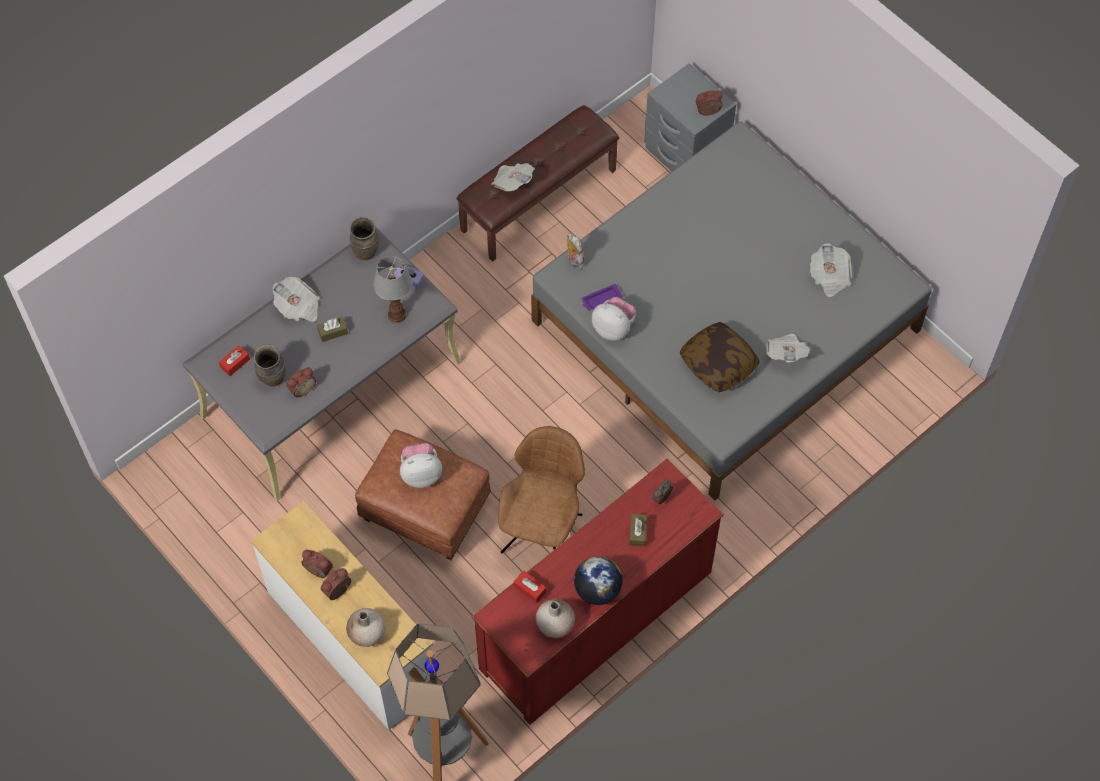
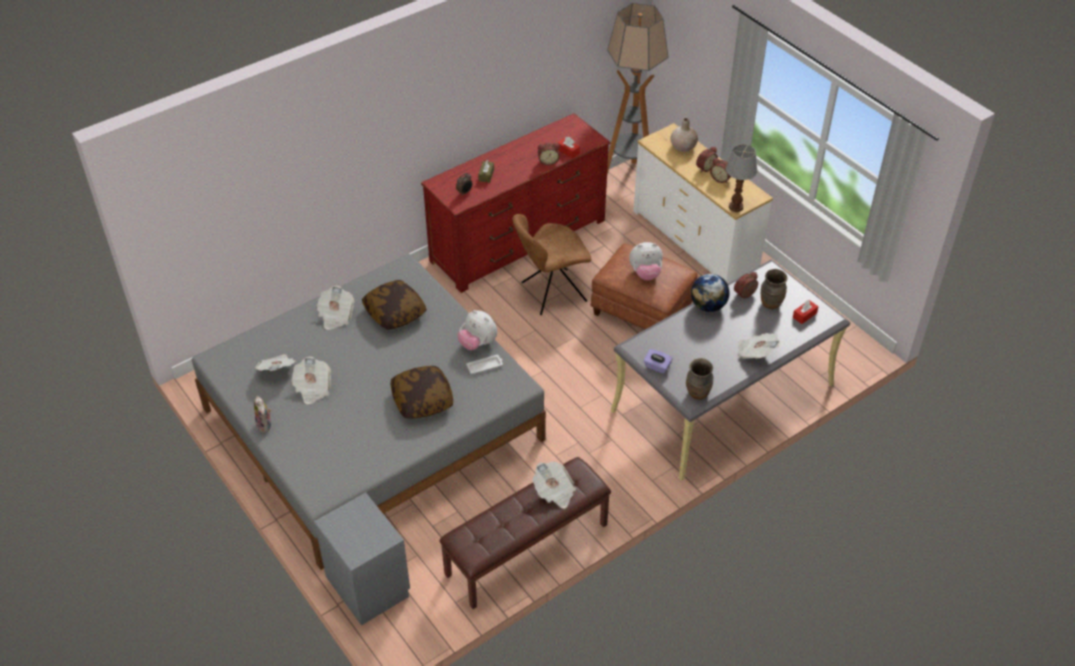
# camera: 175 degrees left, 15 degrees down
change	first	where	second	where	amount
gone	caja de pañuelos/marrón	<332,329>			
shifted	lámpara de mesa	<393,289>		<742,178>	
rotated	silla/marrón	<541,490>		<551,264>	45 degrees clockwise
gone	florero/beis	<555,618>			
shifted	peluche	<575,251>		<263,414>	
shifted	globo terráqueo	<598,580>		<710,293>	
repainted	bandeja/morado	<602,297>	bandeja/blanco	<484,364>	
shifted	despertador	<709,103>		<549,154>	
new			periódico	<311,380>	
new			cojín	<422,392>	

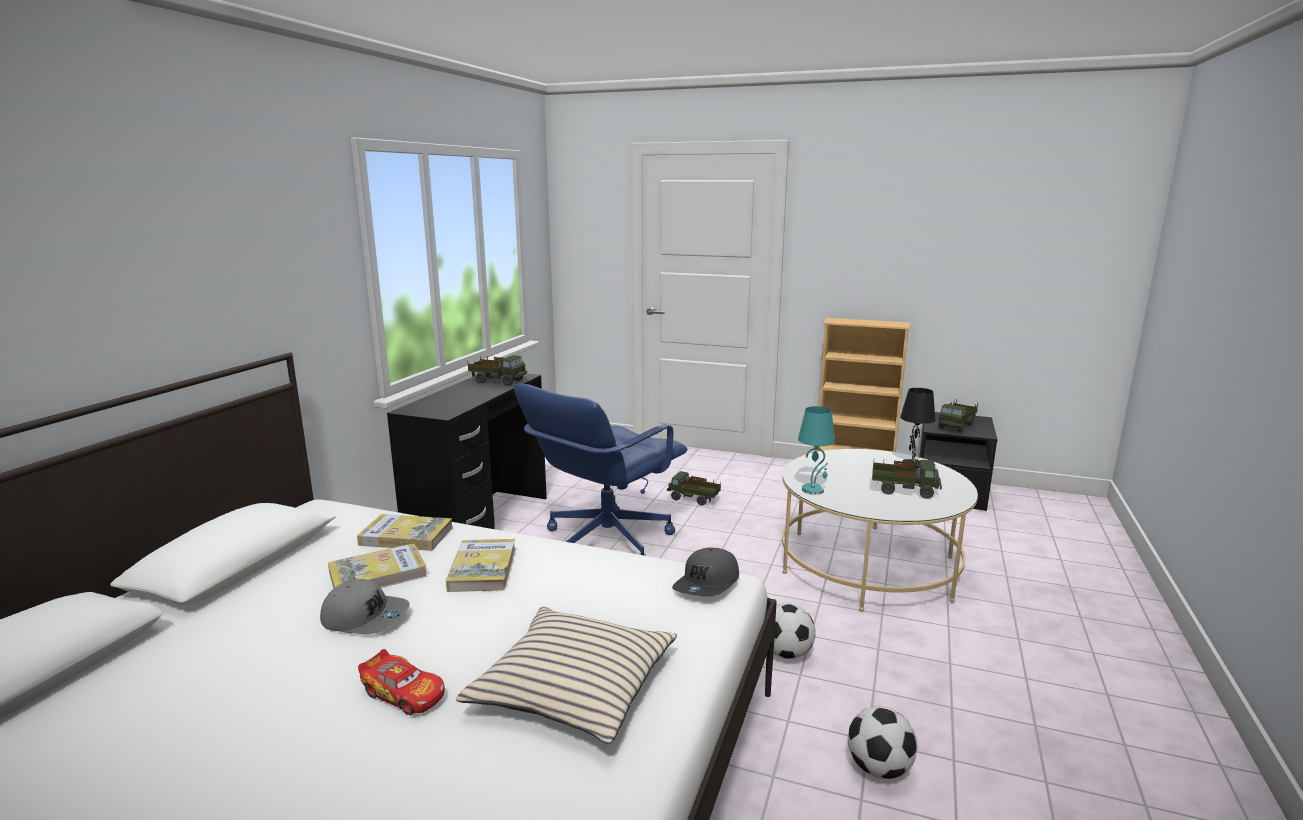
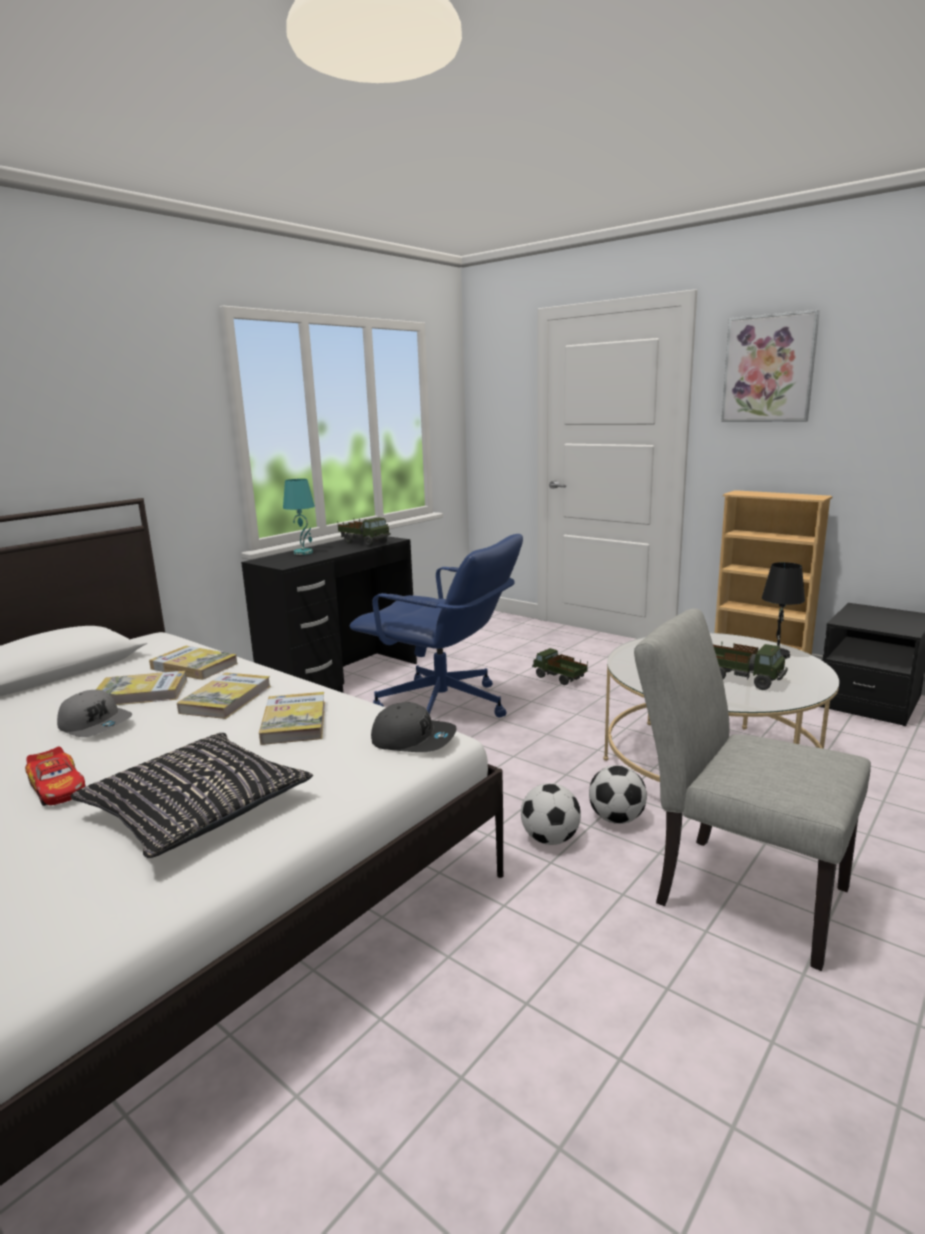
# camera: 20 degrees right, 0 degrees up
change	first	where	second	where	amount
repainted	cojín/beis	<566,675>	cojín/negro	<191,795>	
rotated	silla de oficina/azul	<600,469>		<436,625>	120 degrees counterclockwise
rotated	gorra/gris	<705,572>		<414,727>	120 degrees counterclockwise
shifted	lámpara de mesa/turquesa	<816,450>		<299,517>	
shifted	balón de fútbol	<882,742>		<618,794>	
gone	camión de juguete	<958,415>			
new			libro	<292,718>	
new			silla/gris	<752,790>	
new			cuadro	<770,366>	

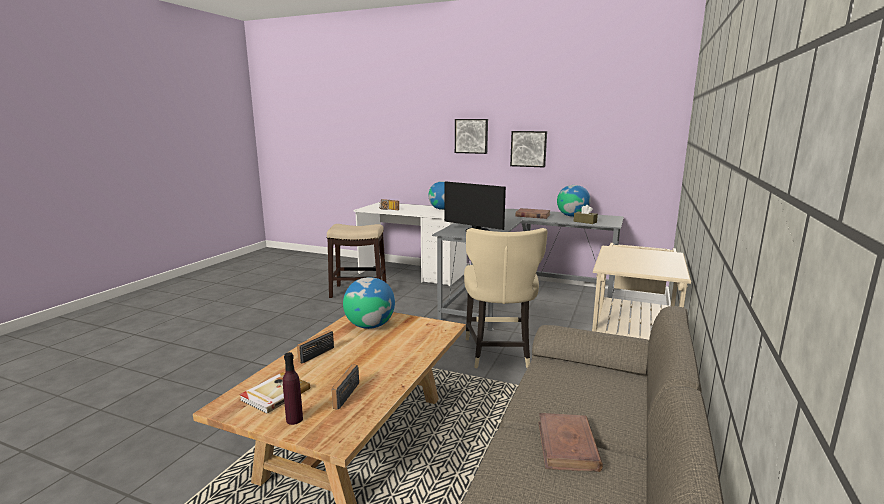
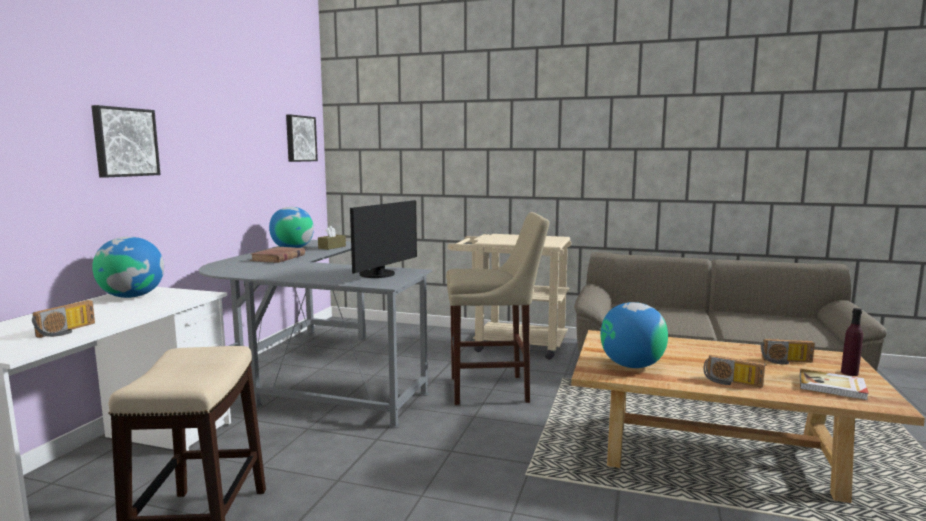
# camera: 95 degrees left, 5 degrees down
change	first	where	second	where	amount
swapped	silla/beis	<505,298>	taburete/beis	<497,308>	
shifted	cuadro	<528,149>		<302,138>	
gone	libro/marrón	<570,442>			

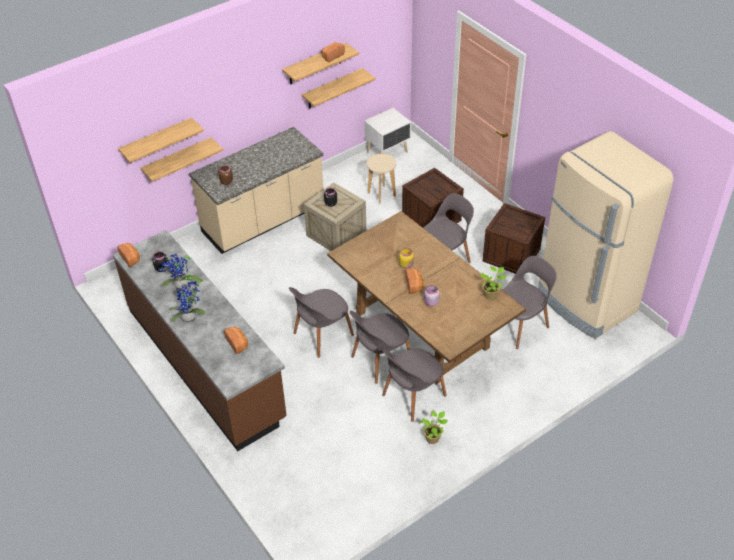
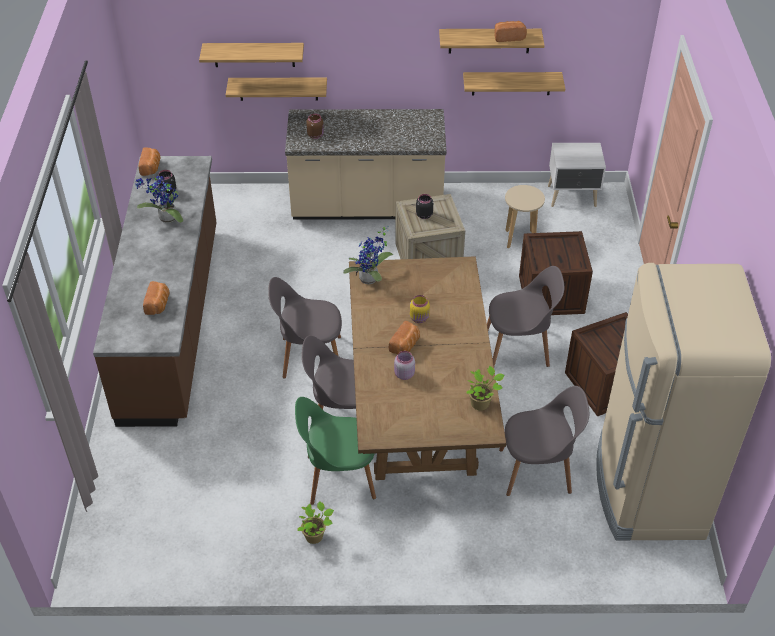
# camera: 35 degrees right, 0 degrees up
change	first	where	second	where	amount
shifted	planta en maceta	<187,296>		<368,255>	
repainted	silla/gris	<414,385>	silla/verde	<335,451>	

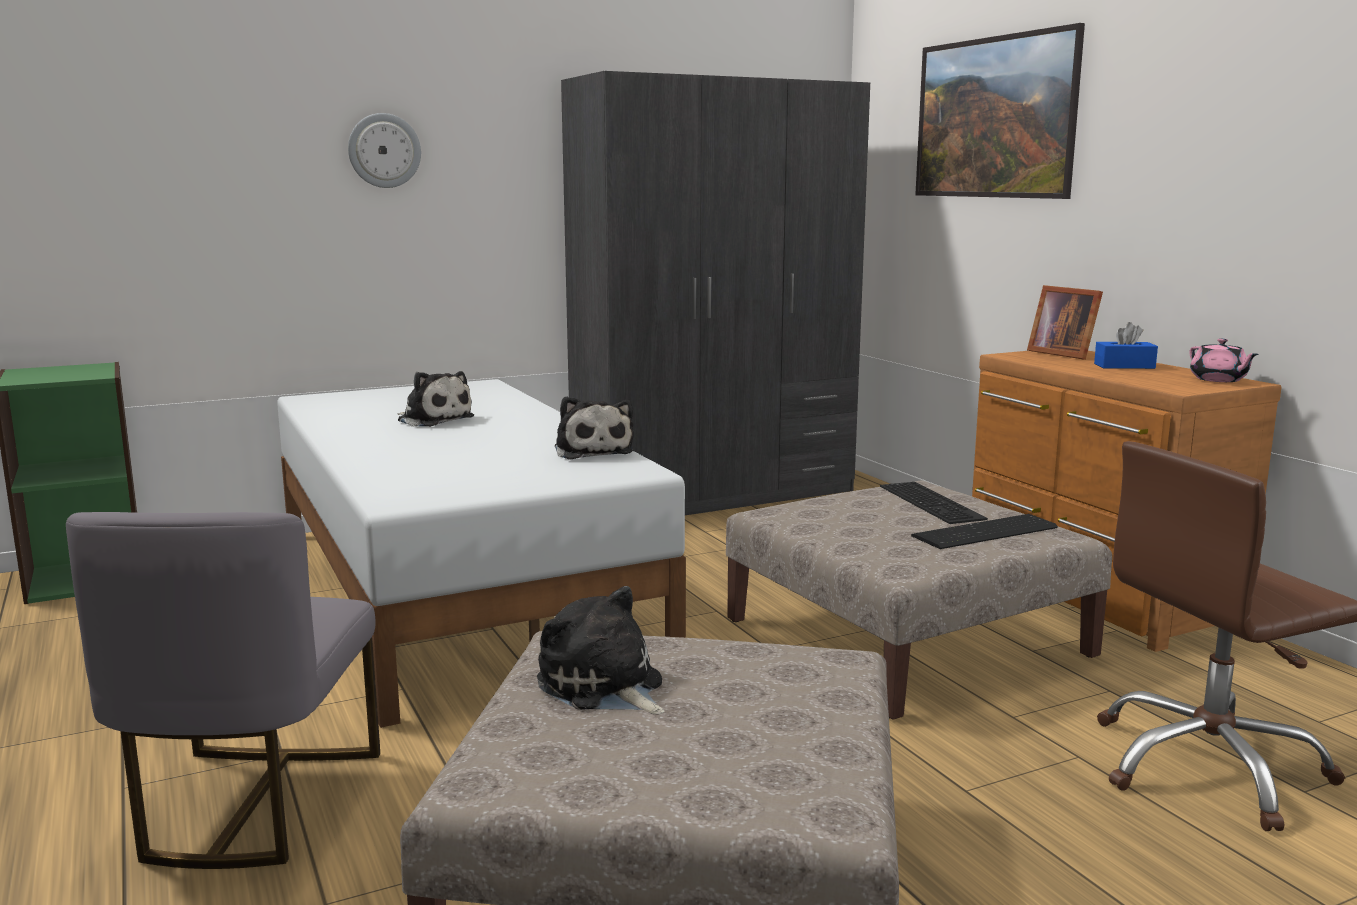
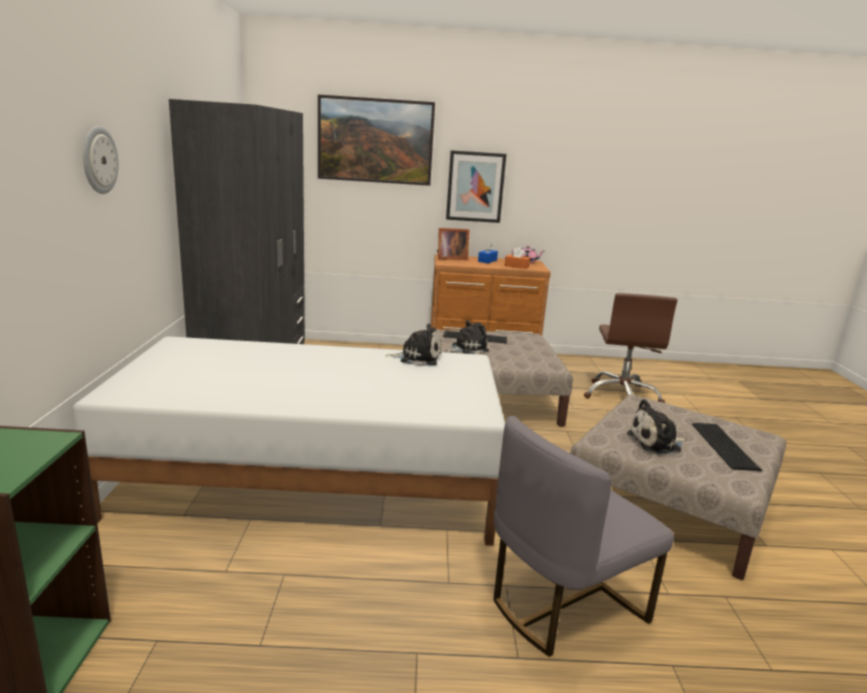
# camera: 65 degrees left, 5 degrees up
change	first	where	second	where	amount
rotated	silla/gris	<223,690>		<584,536>	120 degrees clockwise
shifted	peluche	<435,399>		<467,337>	
shifted	teclado	<984,531>		<727,447>	
new			cuadro	<476,186>	
new			caja de pañuelos/naranja	<517,258>	

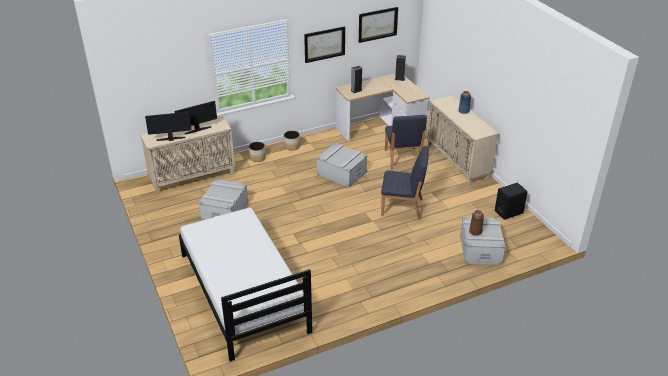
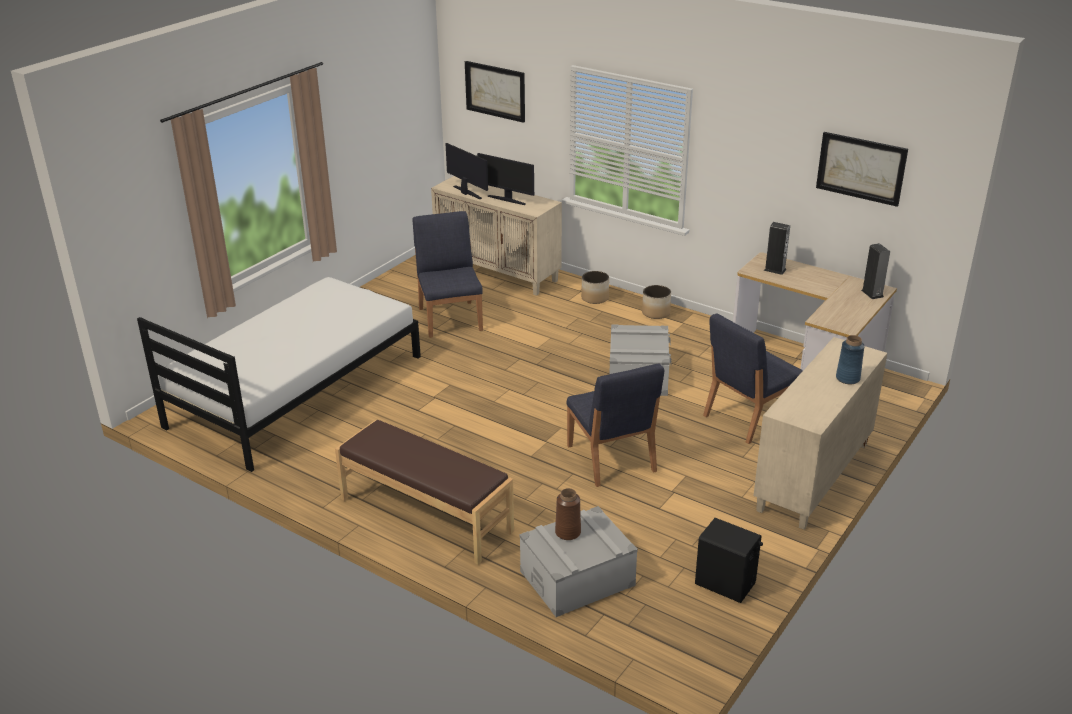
# camera: 60 degrees right, 5 degrees down
change	first	where	second	where	amount
swapped	caja de almacenaje/gris	<223,200>	silla/azul	<448,274>	
shifted	cuadro	<324,44>		<495,92>	
new			banco/marrón	<424,492>	

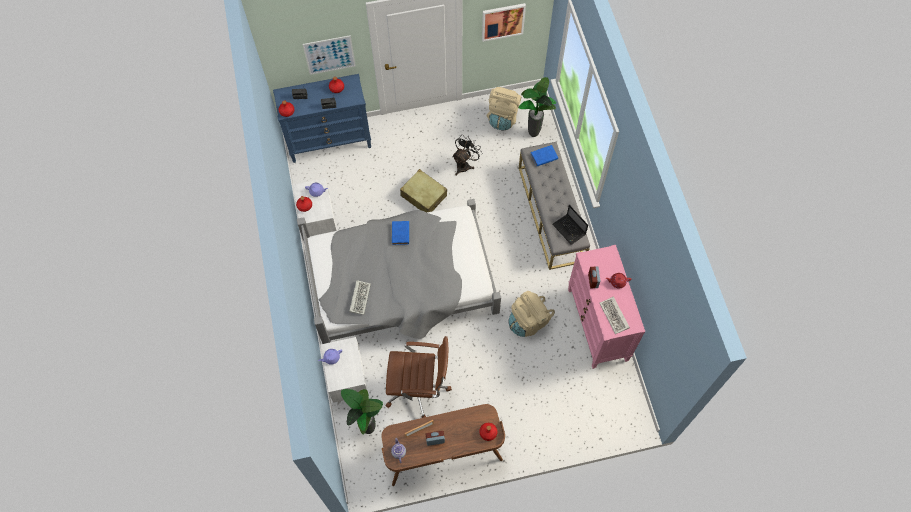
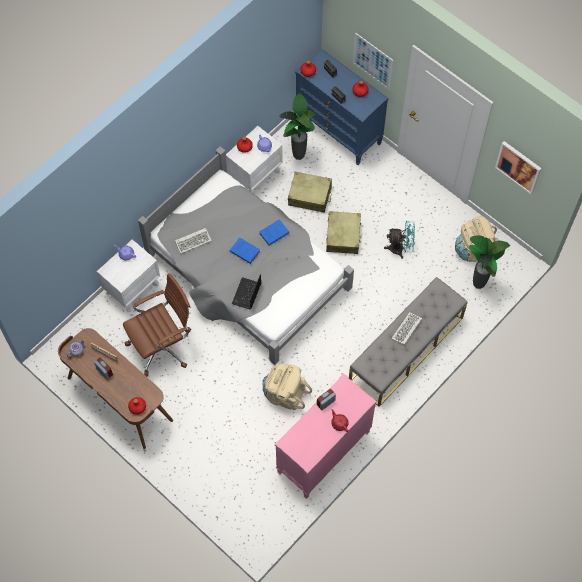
# camera: 55 degrees right, 0 degrees up
change	first	where	second	where	amount
shifted	planta en maceta	<362,411>		<297,127>	
rotated	silla de oficina/marrón	<418,377>		<157,325>	90 degrees counterclockwise
repainted	ventilador/negro	<467,155>	ventilador/turquesa	<399,240>	
shifted	libro/azul	<544,155>		<245,250>	
shifted	portátil	<570,225>		<246,291>	
shifted	teclado	<614,315>		<406,328>	
new			maleta/beis	<310,192>	

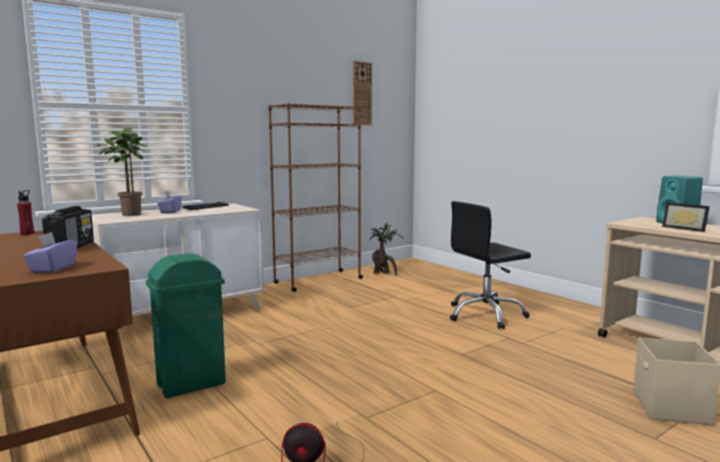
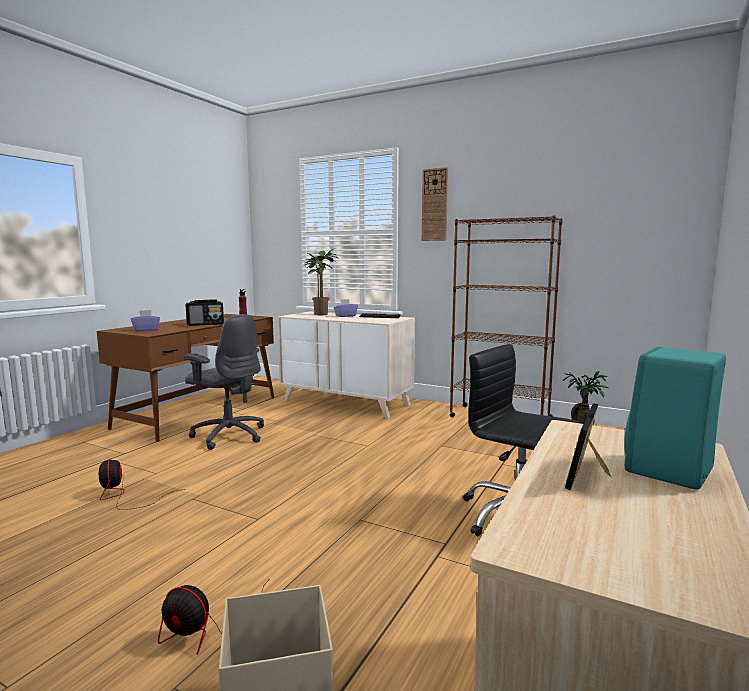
# camera: 65 degrees right, 0 degrees up
change	first	where	second	where	amount
swapped	papelera/verde	<186,325>	silla de oficina/gris	<224,382>	
shifted	reloj de pared	<362,93>		<435,204>	
new			ventilador	<213,618>	

